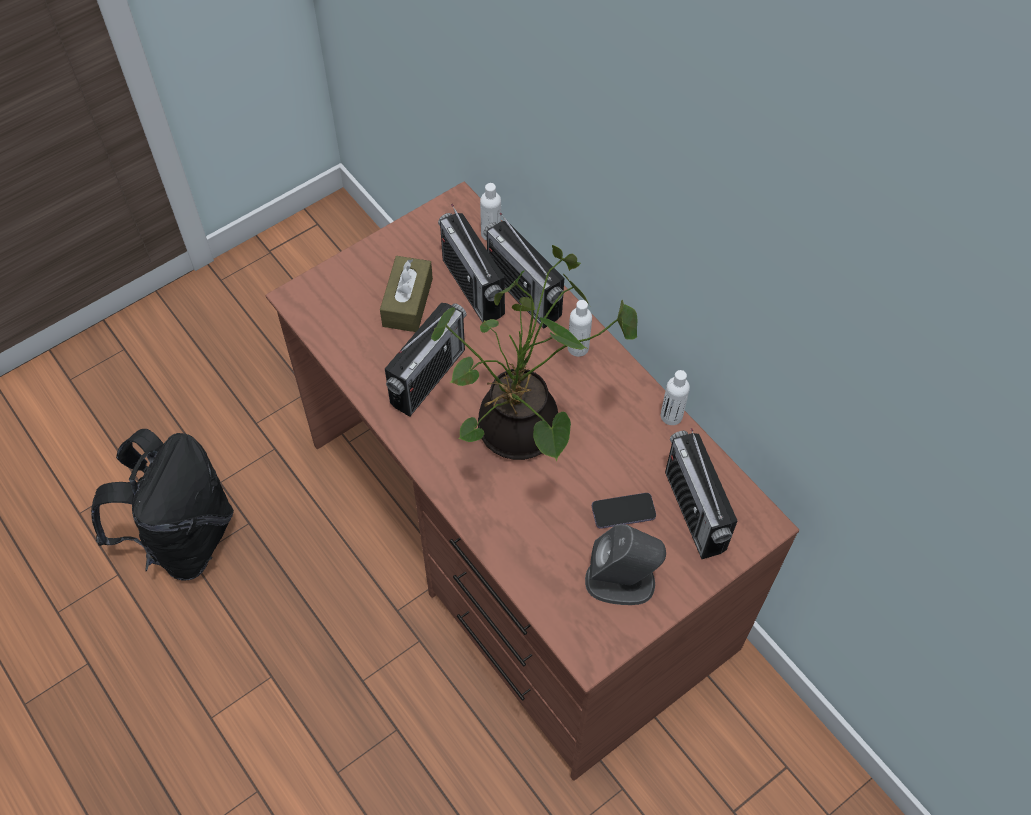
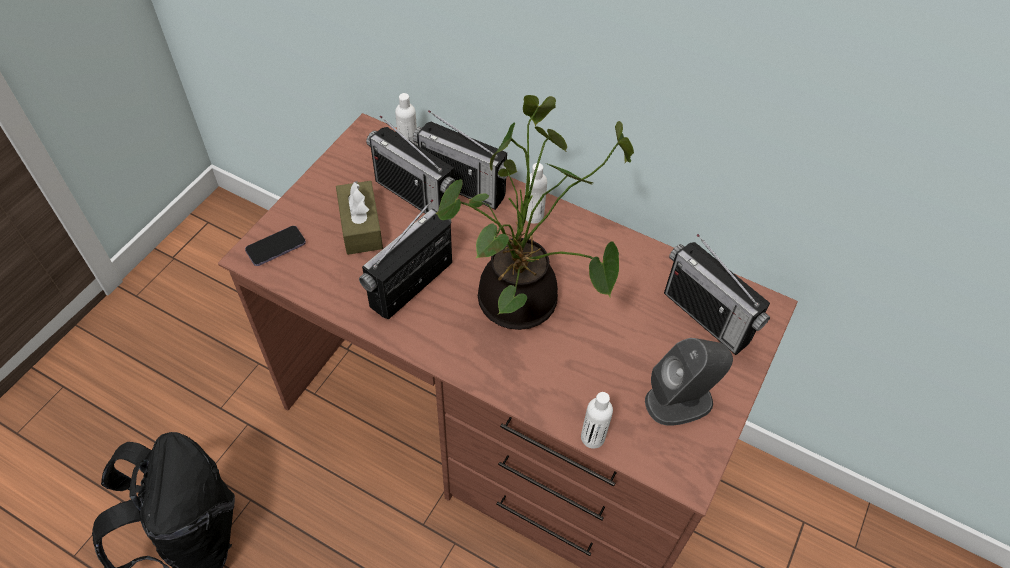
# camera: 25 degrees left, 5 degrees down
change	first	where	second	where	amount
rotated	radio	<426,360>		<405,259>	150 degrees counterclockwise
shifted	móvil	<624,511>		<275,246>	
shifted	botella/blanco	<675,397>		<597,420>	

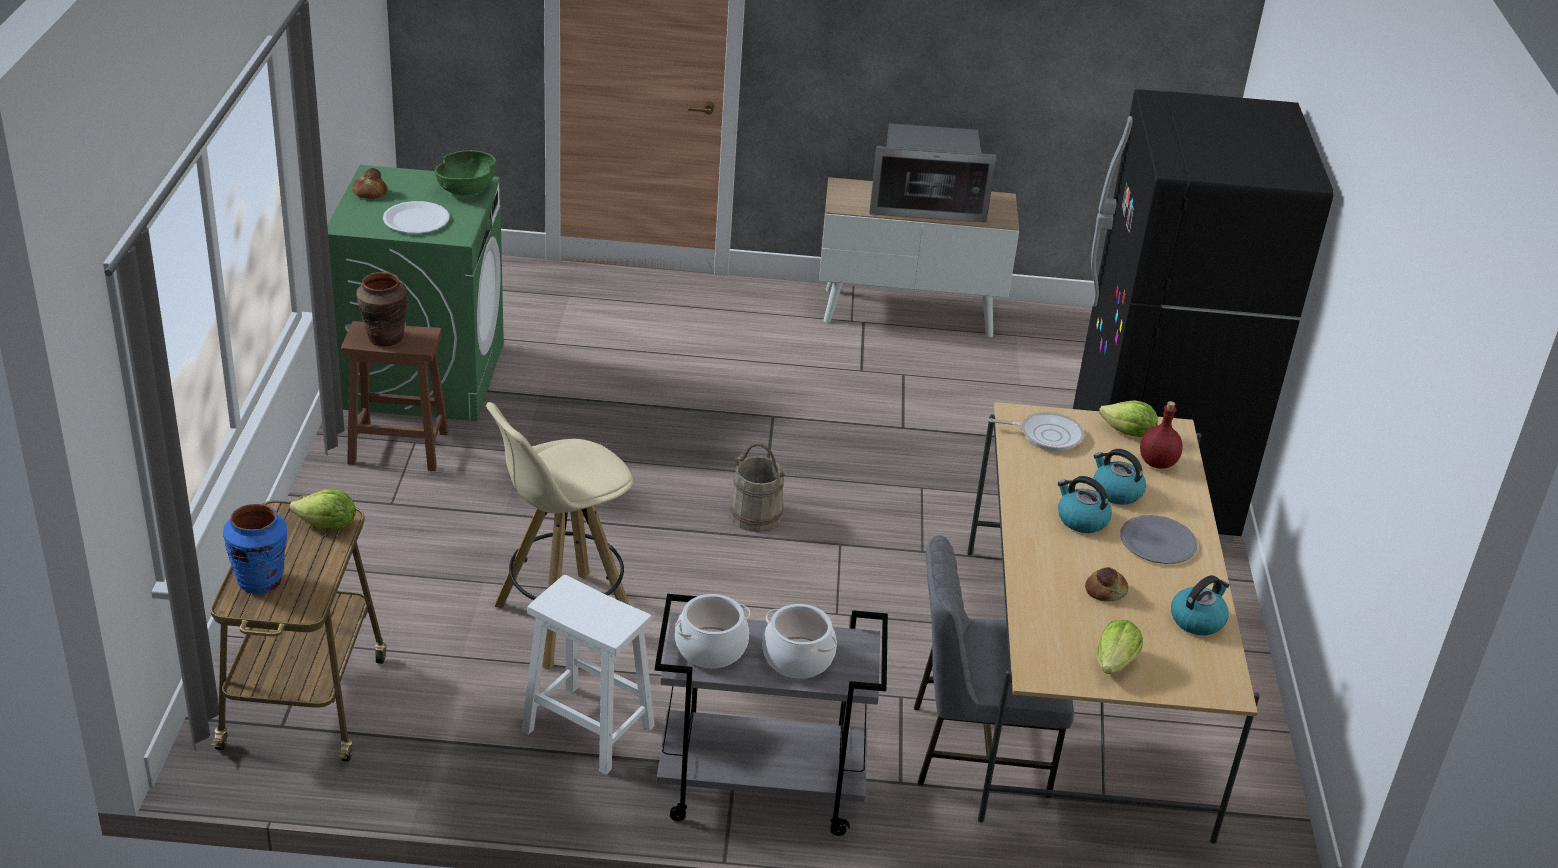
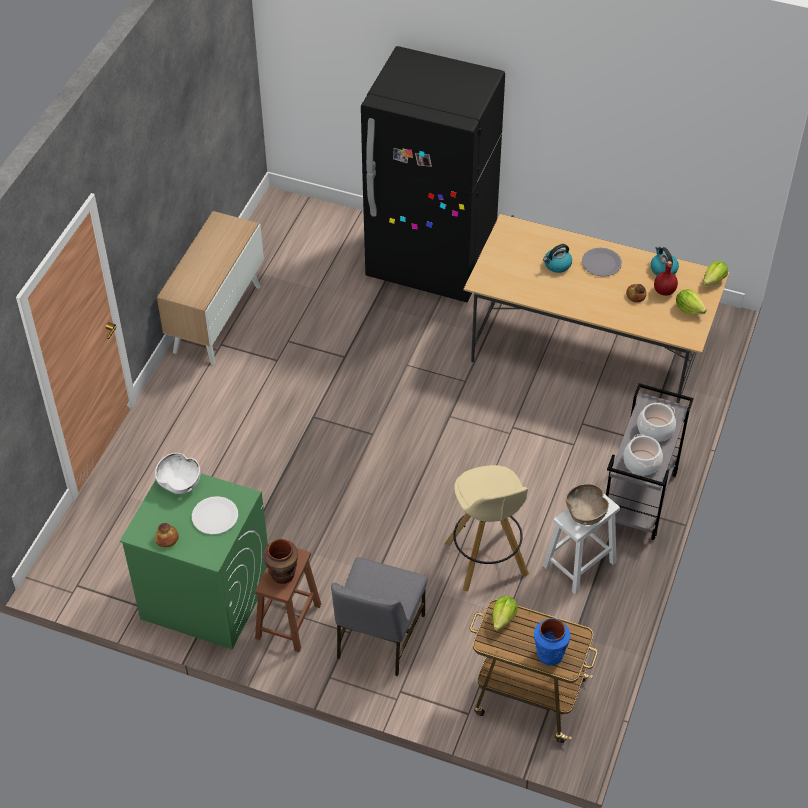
# camera: 70 degrees left, 15 degrees up
change	first	where	second	where	amount
repainted	cuenco/verde	<465,172>	cuenco/blanco	<177,473>	
gone	cubo/beis	<757,487>			
gone	microondas	<933,173>			
shifted	silla/gris	<994,666>		<379,616>	
gone	sartén	<1036,431>			
gone	hervidor	<1085,504>			
shifted	lechuga	<1128,418>		<715,273>	
shifted	botella/rojo	<1161,435>		<666,278>	
new			cuenco/marrón	<587,504>	

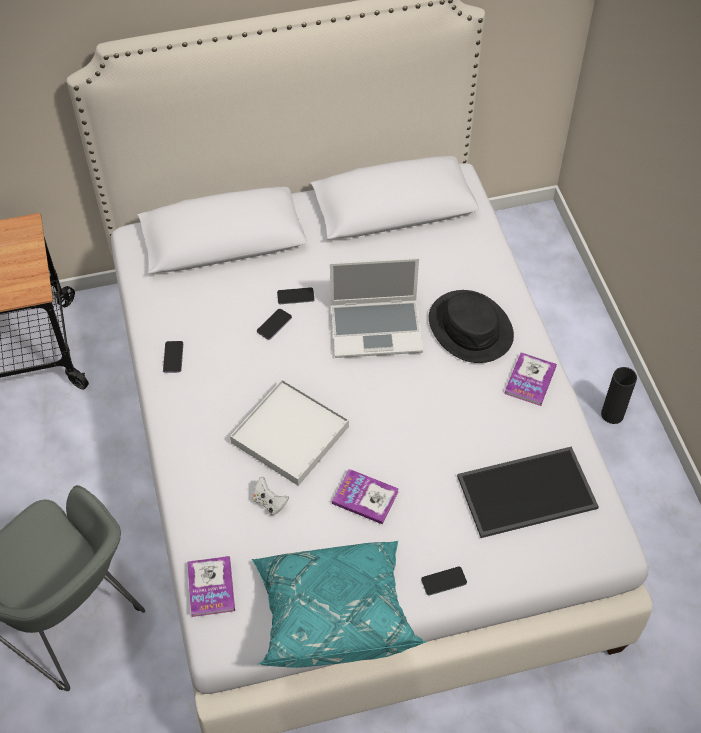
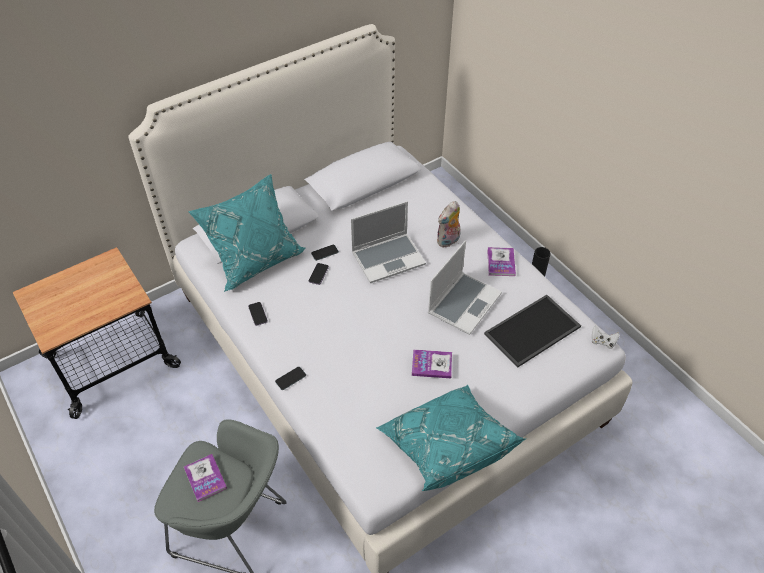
# camera: 20 degrees left, 5 degrees down
change	first	where	second	where	amount
shifted	libro	<211,586>		<205,478>	
gone	bandeja/blanco	<289,432>			
shifted	mando de consola/blanco	<270,496>		<606,337>	
shifted	móvil	<444,581>		<290,378>	
swapped	sombrero/negro	<471,326>	peluche	<448,224>	
new			cojín/turquesa	<247,233>	
new			portátil	<465,287>	

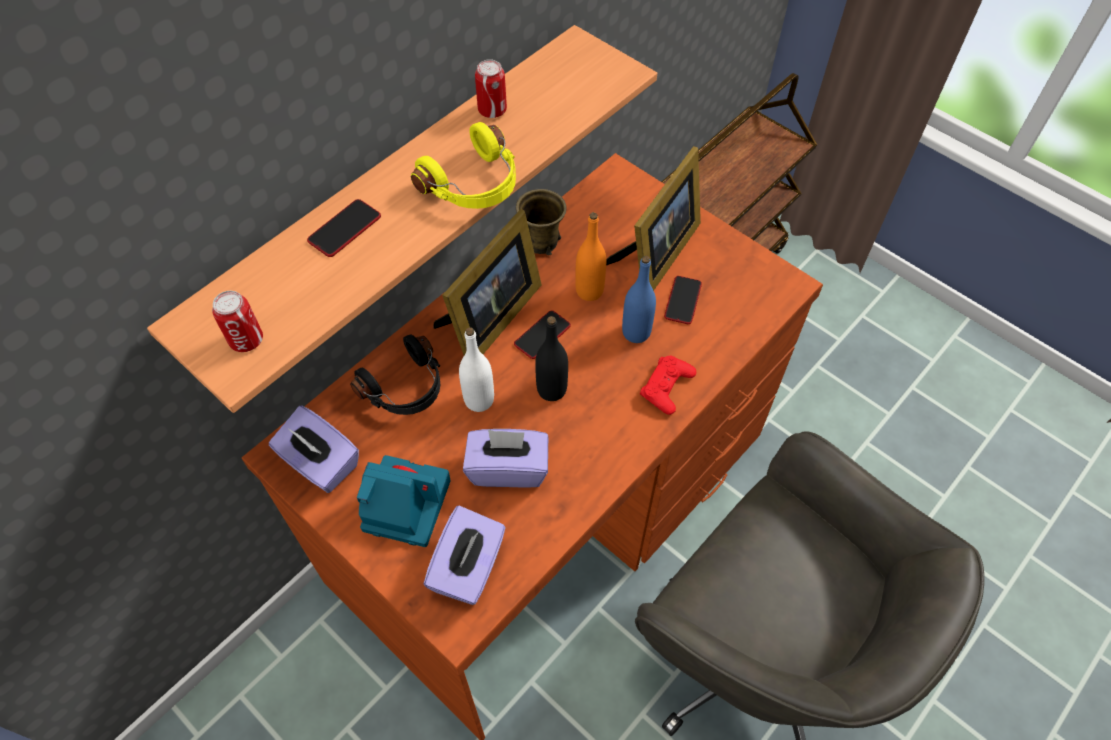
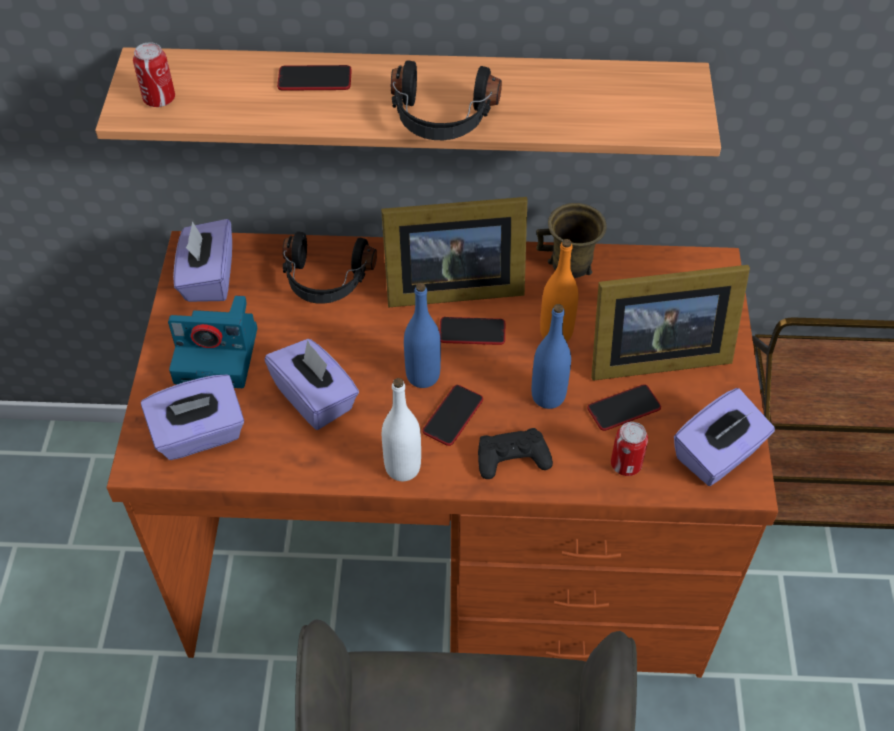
# camera: 50 degrees right, 5 degrees down
change	first	where	second	where	amount
rotated	cámara	<404,501>		<212,341>	120 degrees clockwise
repainted	auriculares/amarillo	<463,165>	auriculares/negro	<446,100>	
shifted	botella/blanco	<476,369>		<401,429>	
shifted	lata	<491,88>		<629,449>	
repainted	botella/negro	<551,358>	botella/azul	<422,335>	
repainted	mando de consola/rojo	<668,385>	mando de consola/negro	<515,453>	
new			móvil	<452,415>	
new			caja de pañuelos/morado	<724,437>	

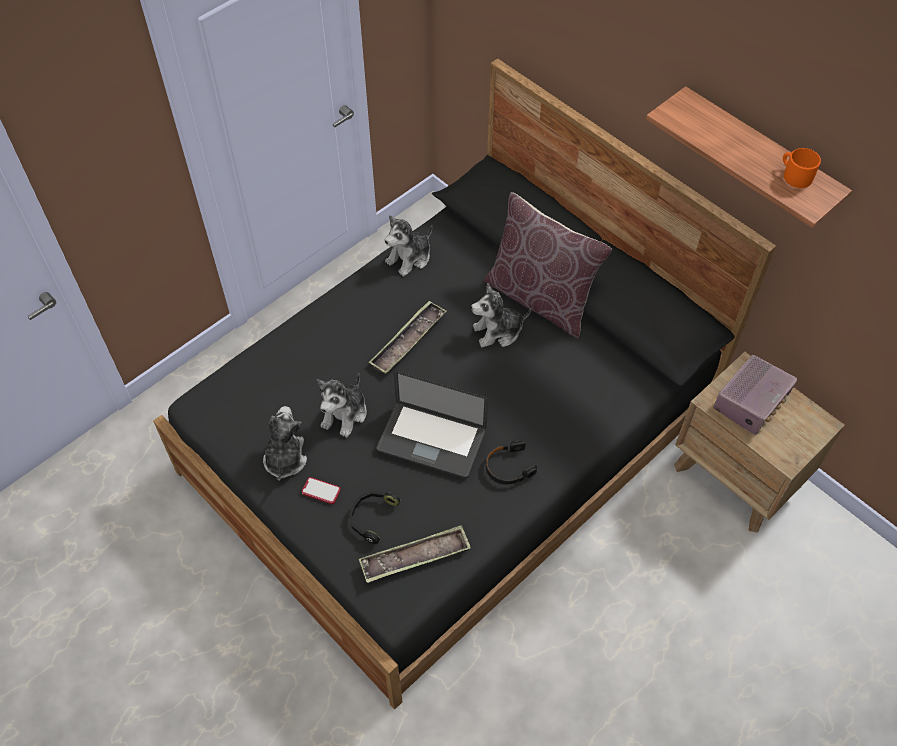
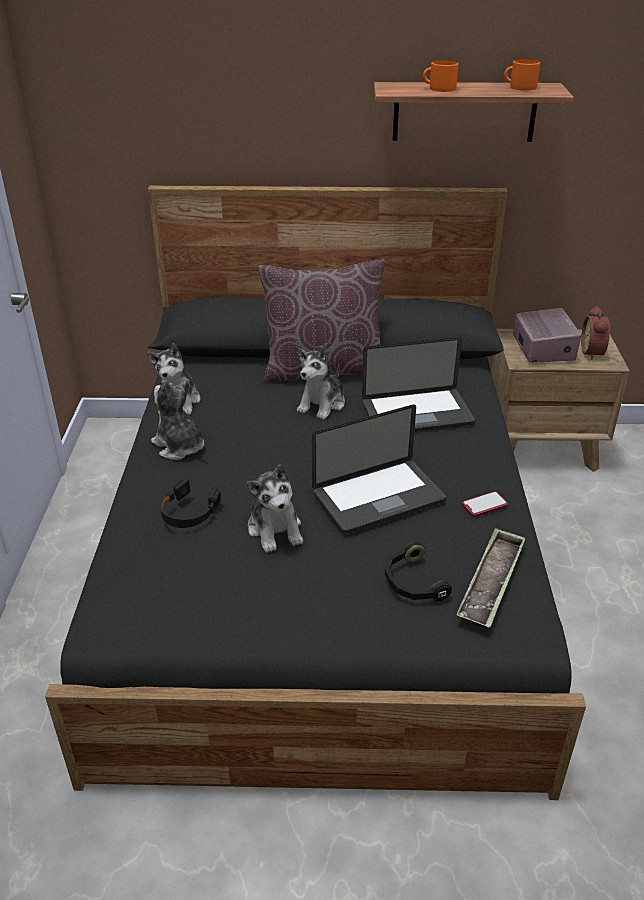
# camera: 45 degrees left, 20 degrees down
change	first	where	second	where	amount
shifted	peluche	<285,443>		<177,419>	
shifted	móvil	<321,490>		<485,504>	
gone	bandeja	<407,337>			
shifted	auriculares/negro	<511,462>		<190,503>	
new			portátil	<418,384>	
new			taza grande/naranja	<441,76>	
new			despertador	<595,333>	

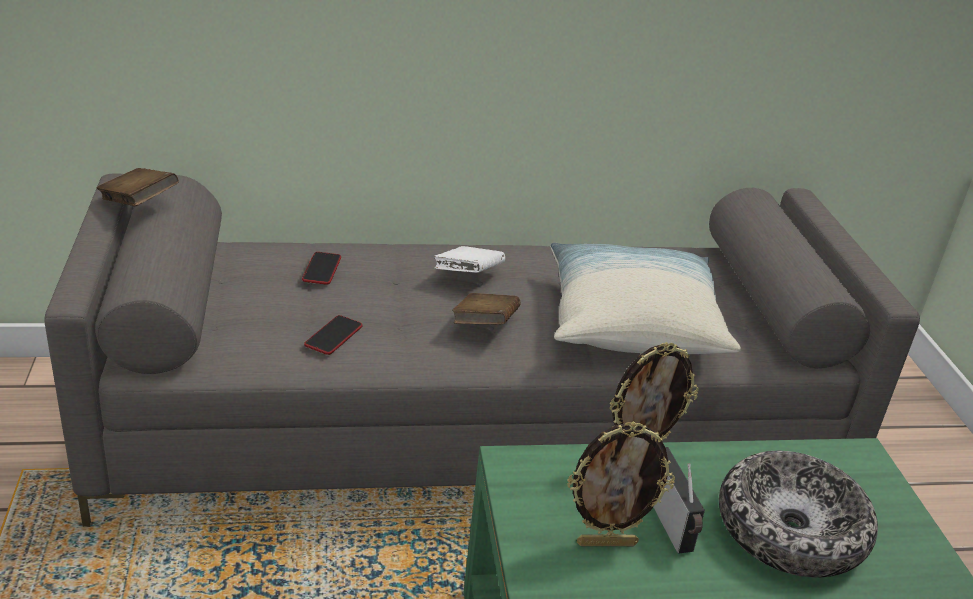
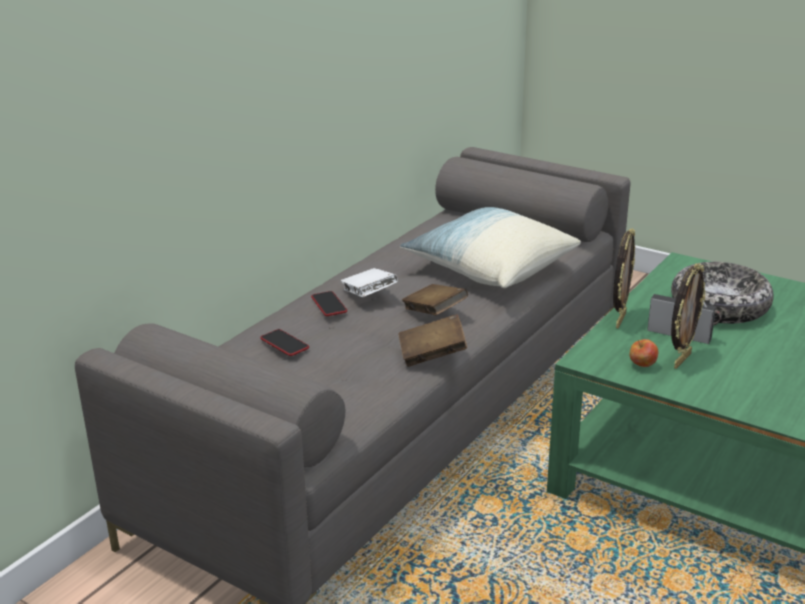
# camera: 45 degrees left, 5 degrees down
change	first	where	second	where	amount
shifted	libro/marrón	<138,187>		<432,340>	
shifted	móvil	<333,335>		<329,303>	
new			manzana	<643,353>	

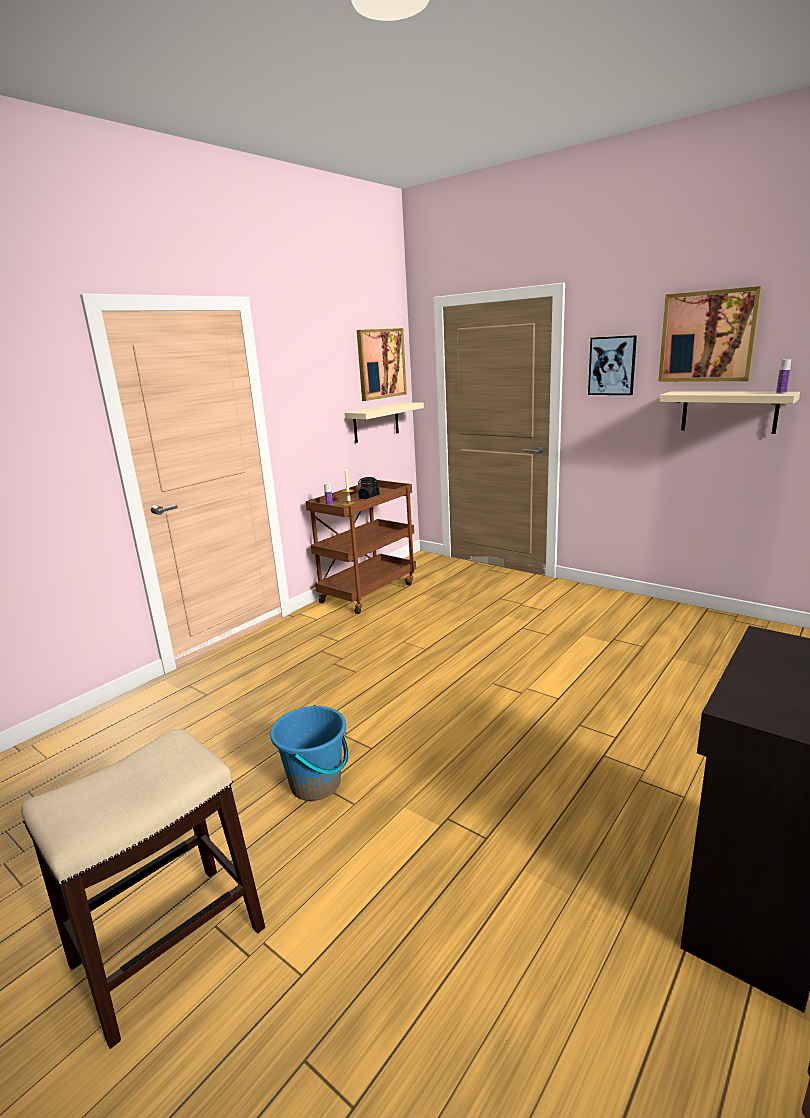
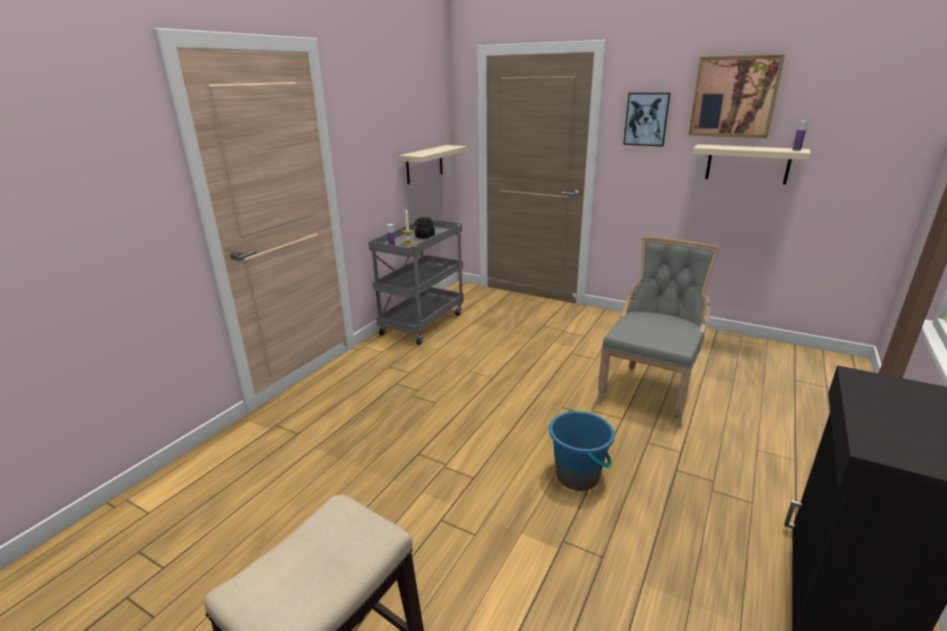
# camera: 10 degrees left, 5 degrees up
change	first	where	second	where	amount
shifted	cubo/azul	<309,753>		<582,450>	
repainted	carrito/marrón	<361,547>	carrito/gris	<416,282>	
gone	cuadro	<382,364>			
new			silla/gris	<657,332>	

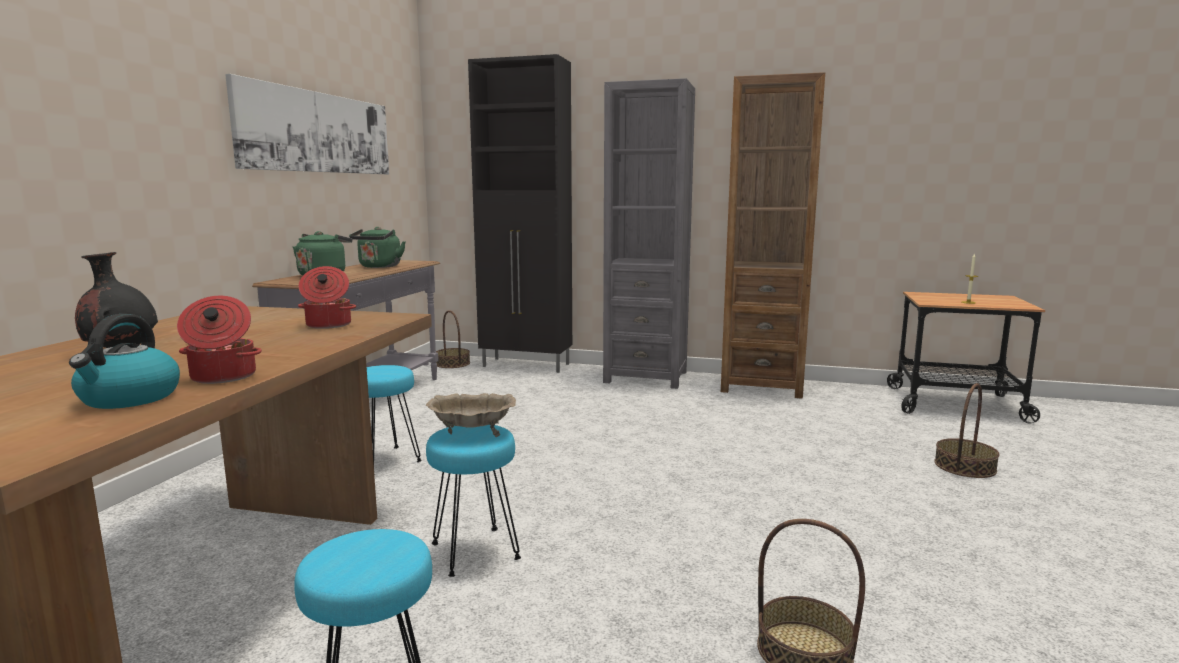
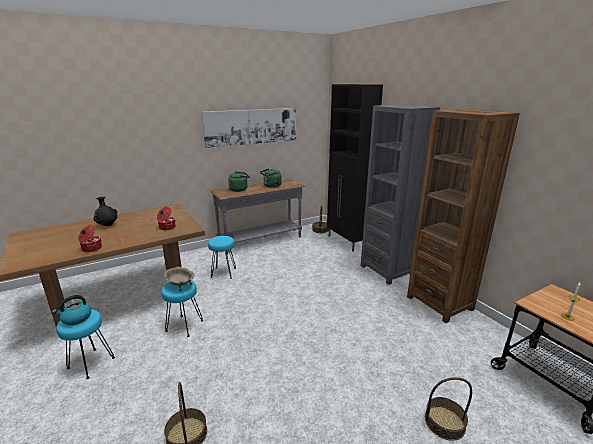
# camera: 45 degrees right, 10 degrees up
change	first	where	second	where	amount
shifted	hervidor	<124,361>		<71,310>	

